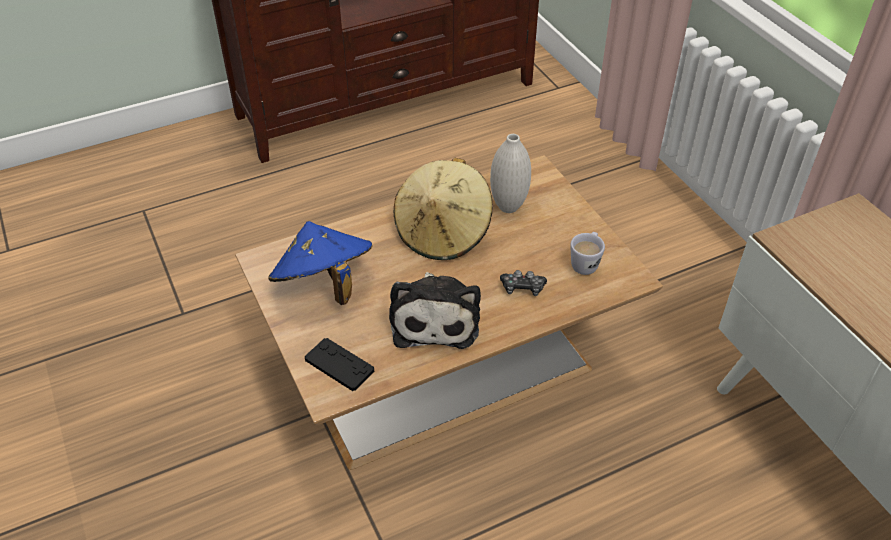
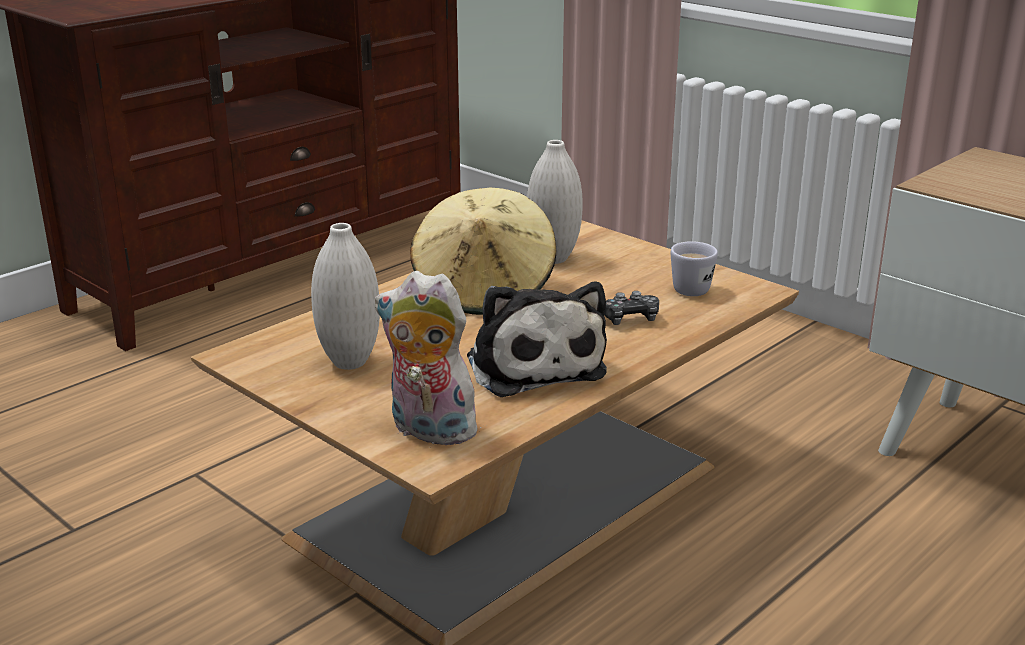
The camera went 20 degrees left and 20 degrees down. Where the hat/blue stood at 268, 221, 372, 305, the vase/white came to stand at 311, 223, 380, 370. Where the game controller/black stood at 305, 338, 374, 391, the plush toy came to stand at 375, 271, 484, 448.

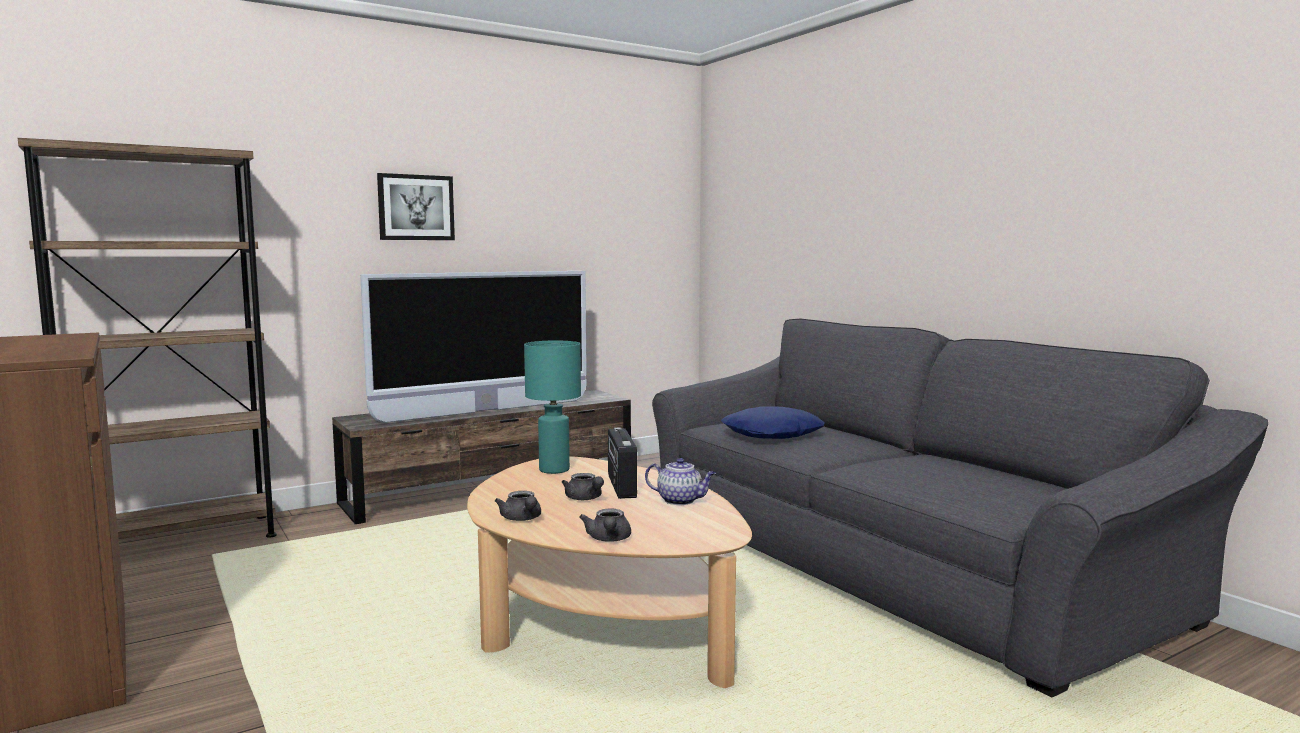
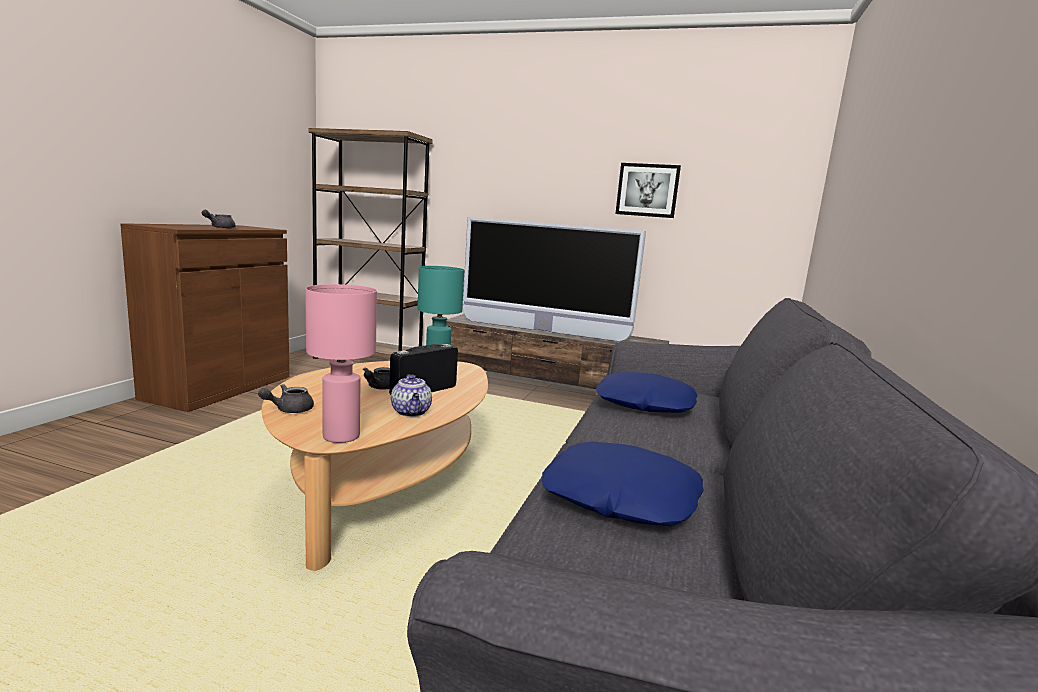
The camera went 50 degrees right and 5 degrees up. The teapot/grey ended up elsewhere, having gone from 495, 491, 541, 521 to 202, 210, 236, 229. The second view gained the table lamp/pink at 305, 284, 377, 443. The second view gained the pillow/blue at 542, 442, 704, 526. The picture ended up elsewhere, having gone from 377, 173, 455, 240 to 615, 163, 681, 218.

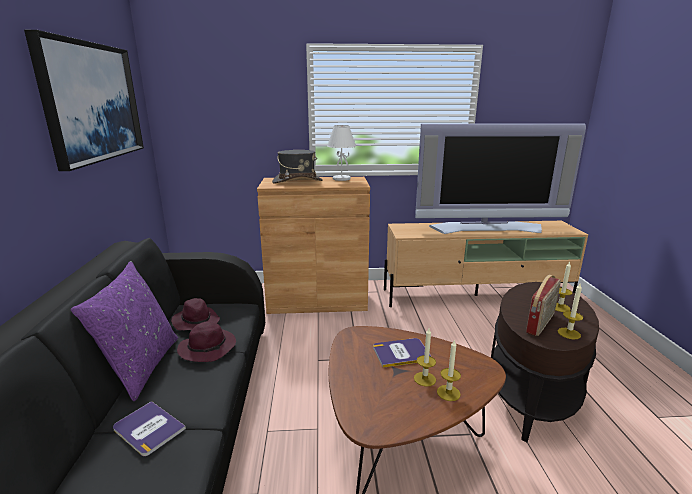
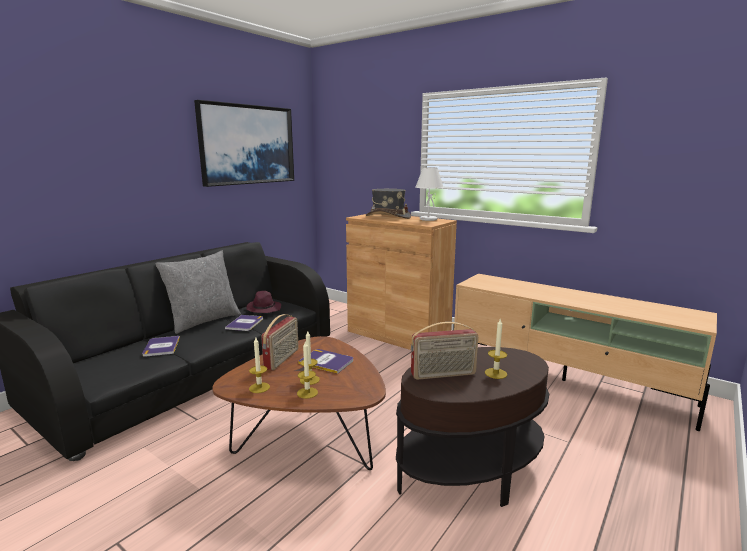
The camera went 40 degrees right and 5 degrees down. What was the pillow/purple at 71, 261, 178, 401 turned into the pillow/grey at 155, 250, 241, 334. Where the hat/purple stood at 177, 321, 236, 362, the book came to stand at 225, 315, 263, 331. The candle ended up elsewhere, having gone from 558, 282, 583, 339 to 249, 338, 270, 393. The second view gained the radio at 261, 314, 299, 370. The second view lost the television at 415, 123, 586, 234.

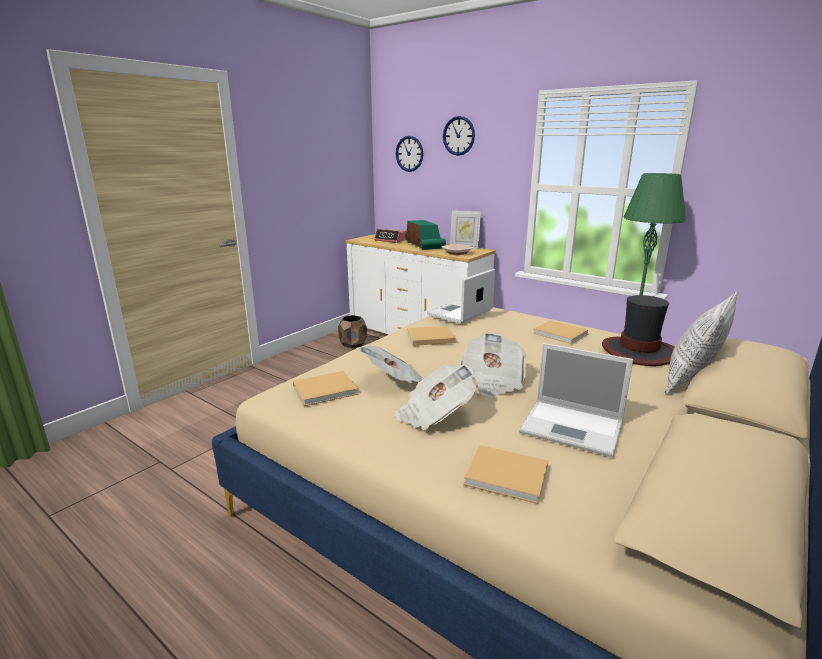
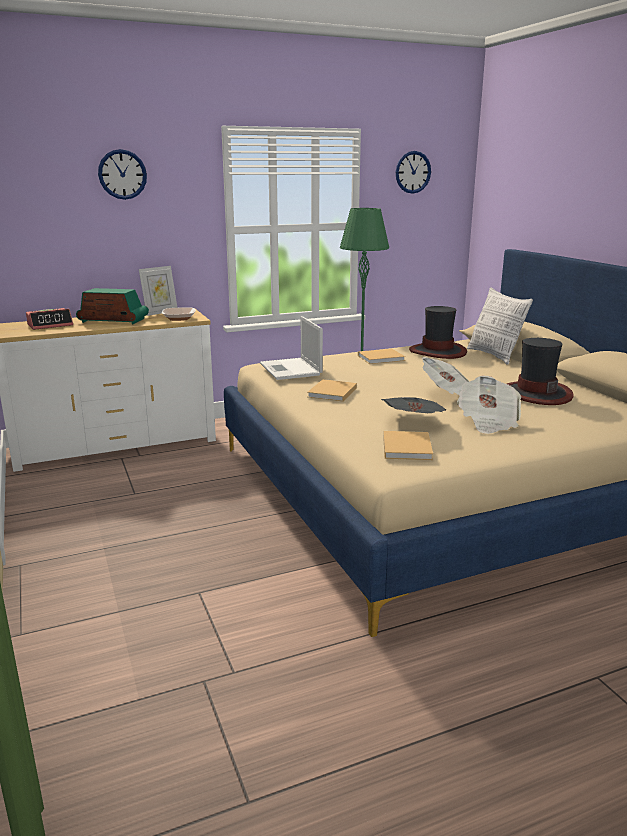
The camera went 60 degrees left and 0 degrees up. The wall clock ended up elsewhere, having gone from 396, 136, 423, 172 to 396, 151, 431, 194. Where the laptop stood at 519, 343, 633, 457, the hat came to stand at 507, 338, 574, 405. The second view lost the planter/brown at 338, 315, 367, 348. The second view lost the book/beige at 464, 445, 548, 504.

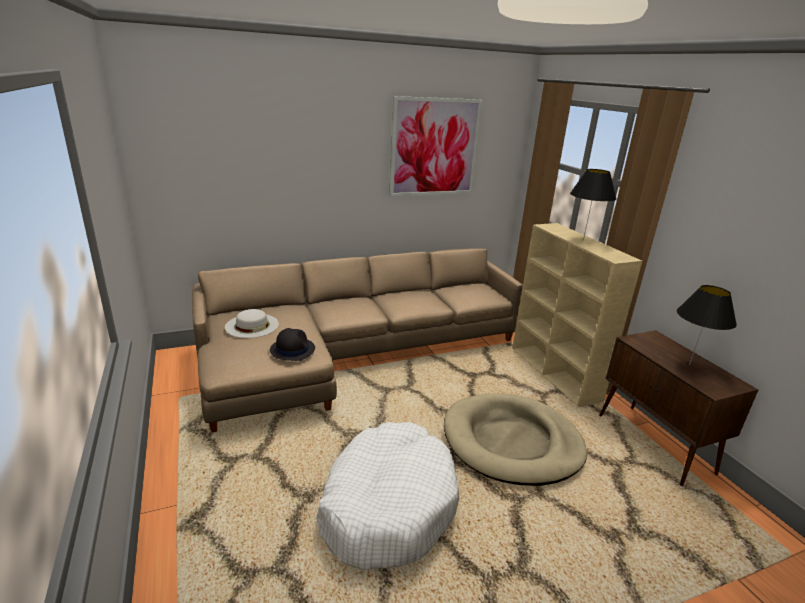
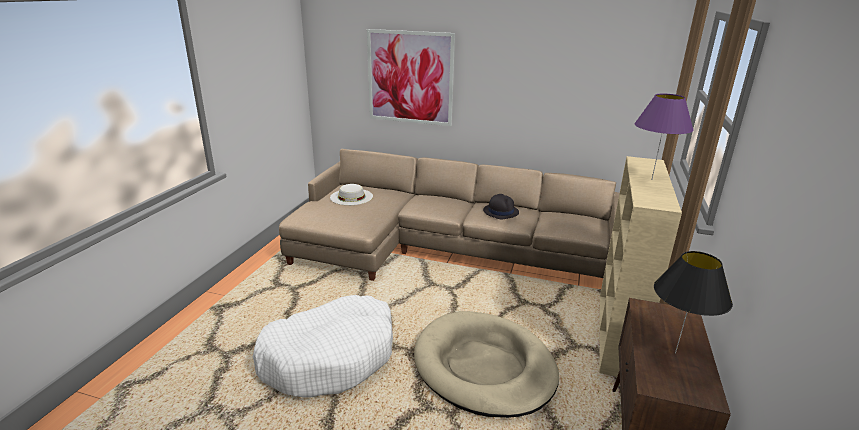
The camera went 40 degrees right and 0 degrees up. The picture ended up elsewhere, having gone from 389, 96, 483, 197 to 367, 29, 455, 126. The hat/black ended up elsewhere, having gone from 270, 328, 315, 361 to 483, 194, 519, 219. What was the table lamp/black at 570, 169, 617, 241 turned into the table lamp/purple at 635, 94, 694, 179.

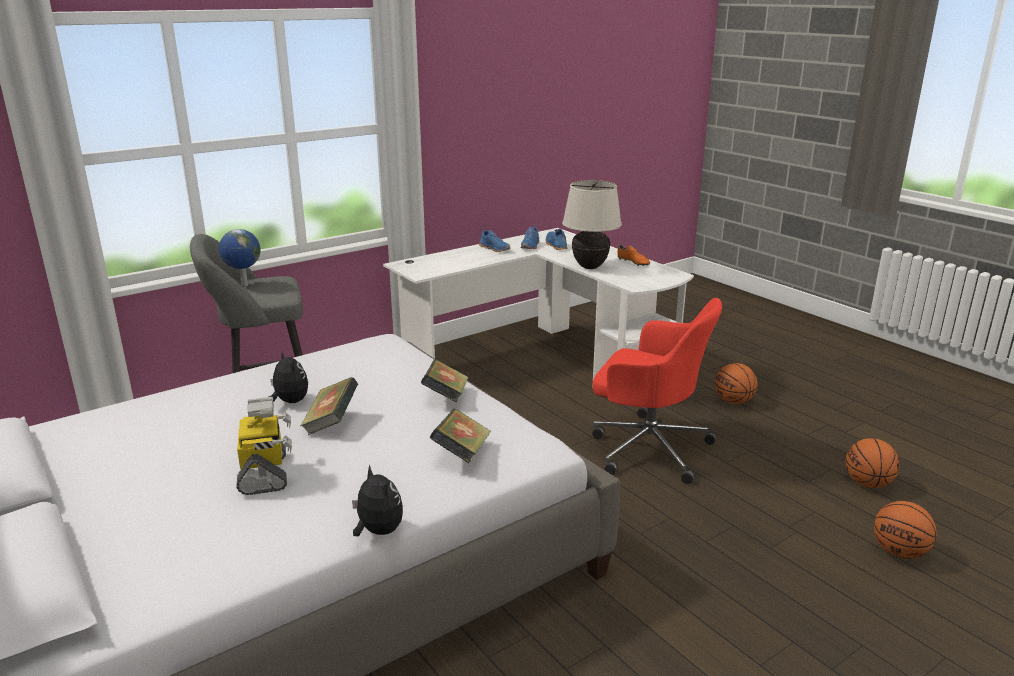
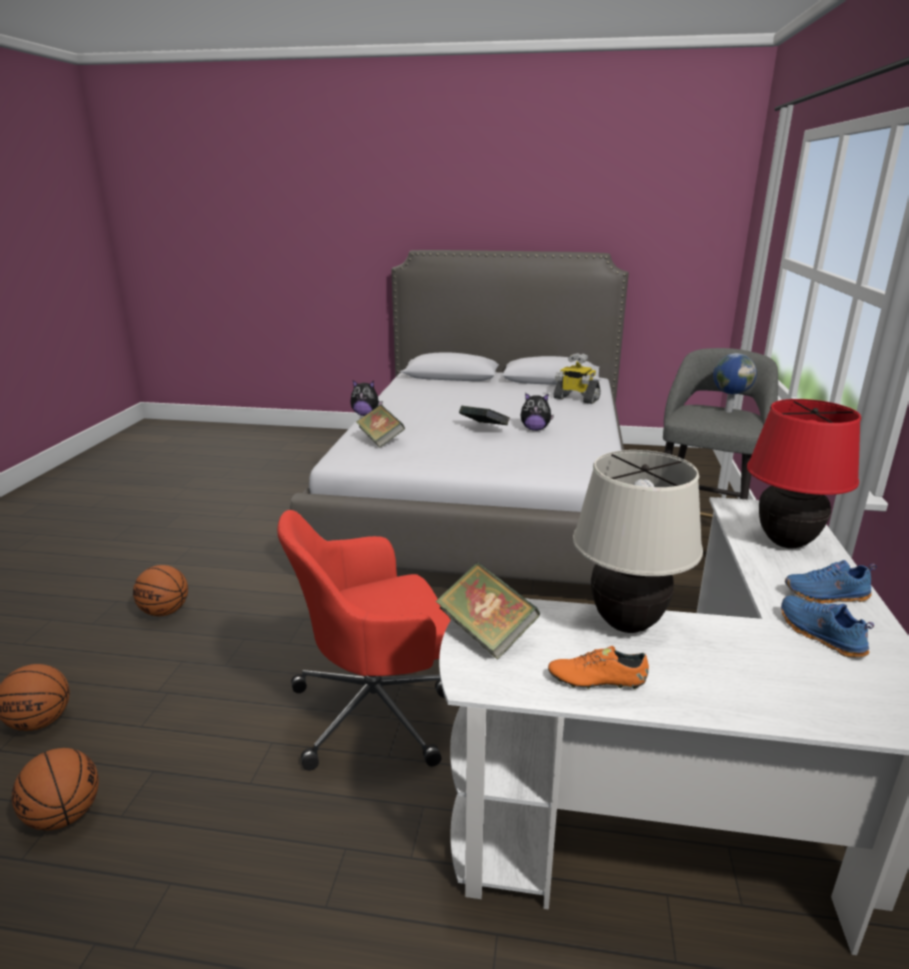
The camera went 135 degrees right and 0 degrees up. The basketball ended up elsewhere, having gone from 715, 363, 758, 404 to 133, 565, 188, 616. The book ended up elsewhere, having gone from 421, 360, 468, 402 to 435, 562, 540, 660. The toy robot ended up elsewhere, having gone from 236, 397, 292, 495 to 553, 353, 601, 404. The second view gained the table lamp/red at 747, 399, 861, 549. The second view lost the shoe/blue at 545, 229, 568, 250.

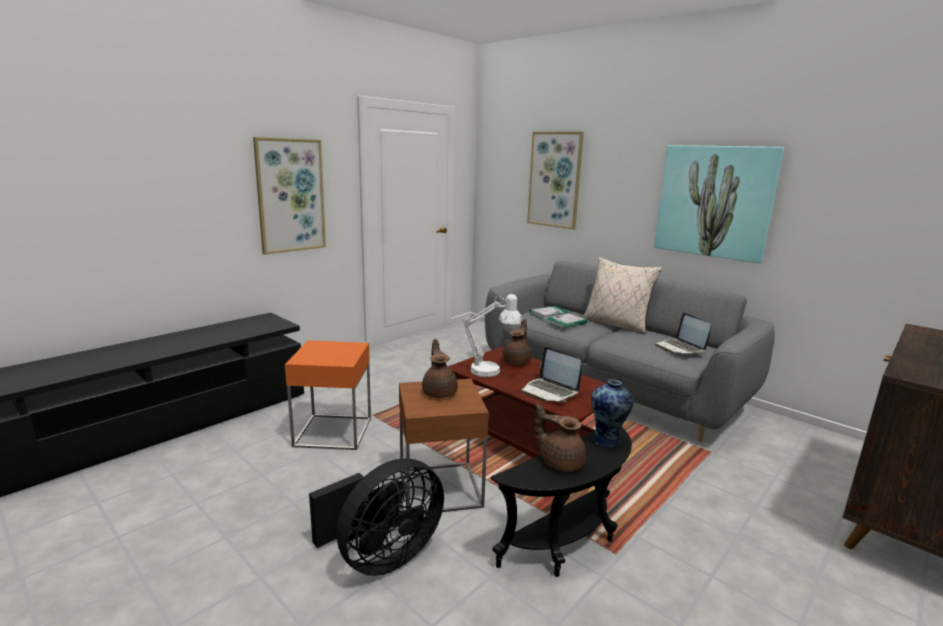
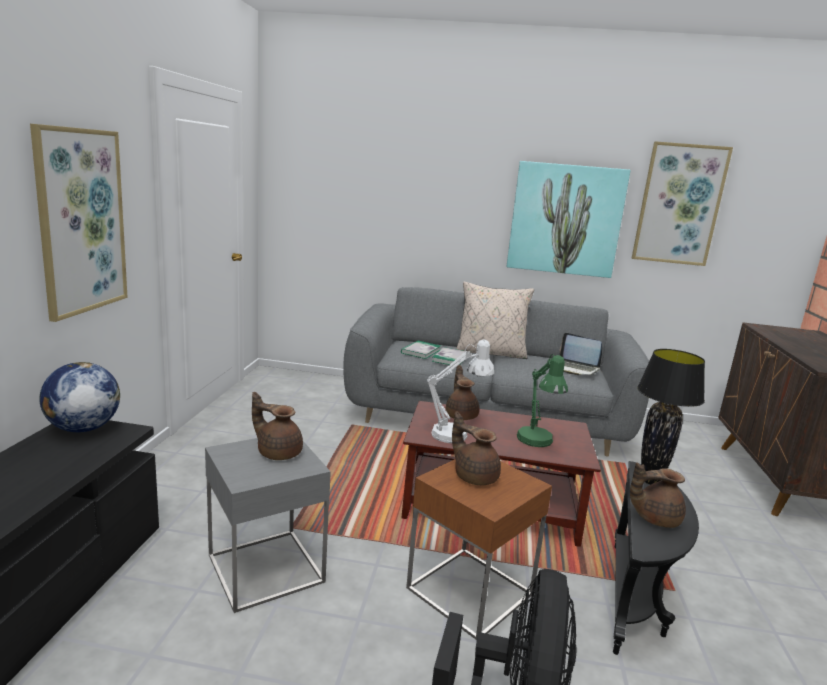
The camera went 35 degrees left and 0 degrees up. The second view gained the globe at 39, 362, 120, 432. What was the side table/orange at 285, 340, 371, 450 turned into the side table/grey at 205, 438, 331, 613. The second view gained the teapot/brown at 252, 392, 303, 460. Where the laptop stood at 521, 347, 582, 402, the table lamp/green came to stand at 517, 354, 568, 447. The picture ended up elsewhere, having gone from 527, 132, 584, 229 to 632, 141, 733, 266. Where the vase stood at 591, 379, 634, 447, the table lamp/black came to stand at 637, 349, 705, 485.

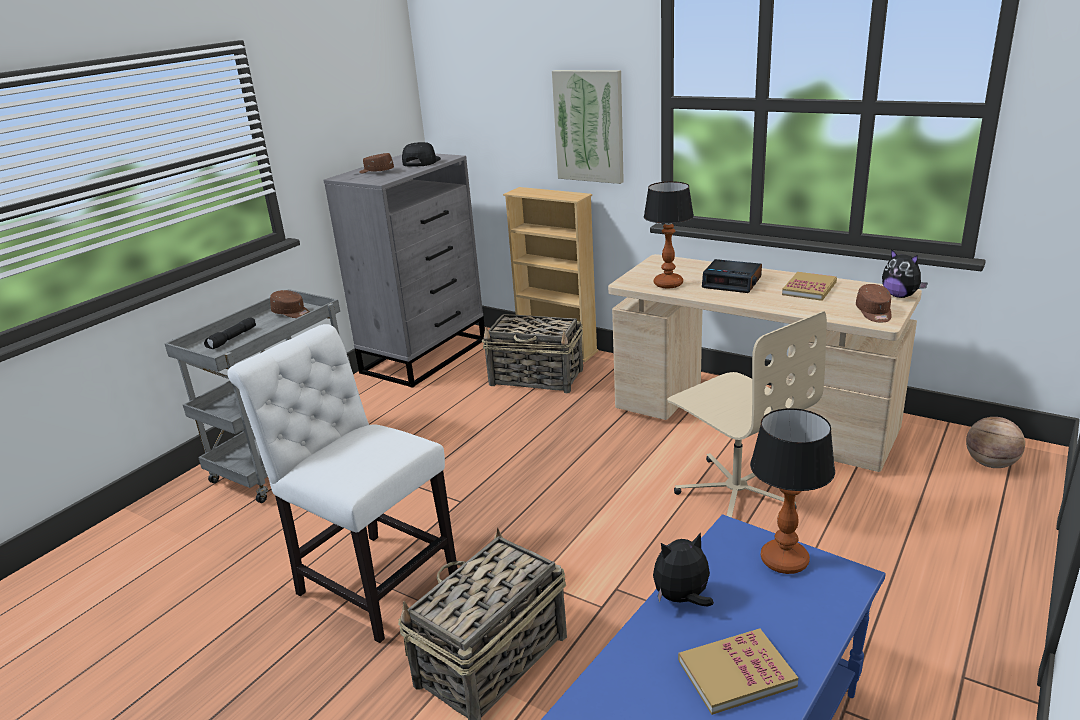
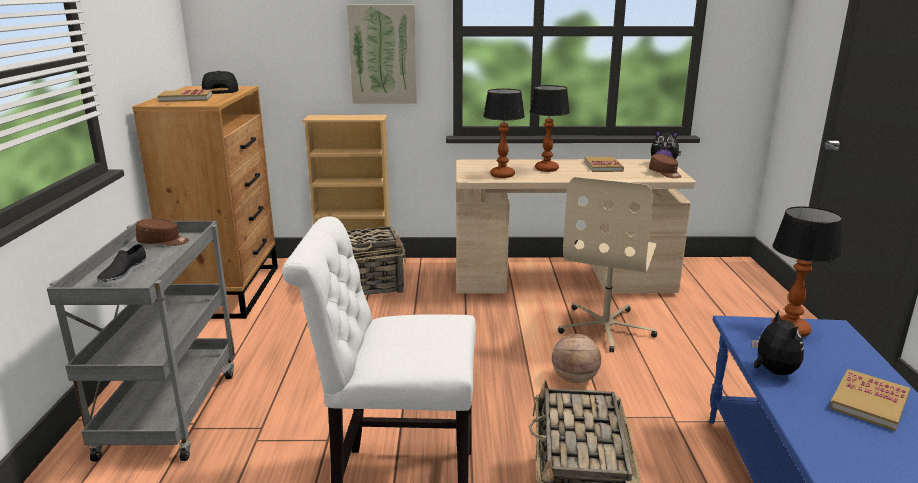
The camera went 35 degrees left and 5 degrees down. Where the flashlight/black stood at 204, 317, 256, 349, the shoe/black came to stand at 97, 244, 148, 286. What was the dresser/grey at 323, 153, 485, 388 turned into the dresser/brown at 132, 86, 278, 319. Where the cap/brown stood at 359, 153, 394, 173, the book came to stand at 158, 89, 212, 102. Where the alarm clock stood at 702, 259, 762, 293, the table lamp came to stand at 529, 85, 570, 172. The basketball ended up elsewhere, having gone from 966, 417, 1025, 468 to 552, 334, 601, 383. The office chair/beige at 667, 311, 827, 518 ended up facing another way, 90 degrees clockwise from before. The plush toy at 653, 532, 714, 607 ended up facing another way, 135 degrees clockwise from before.

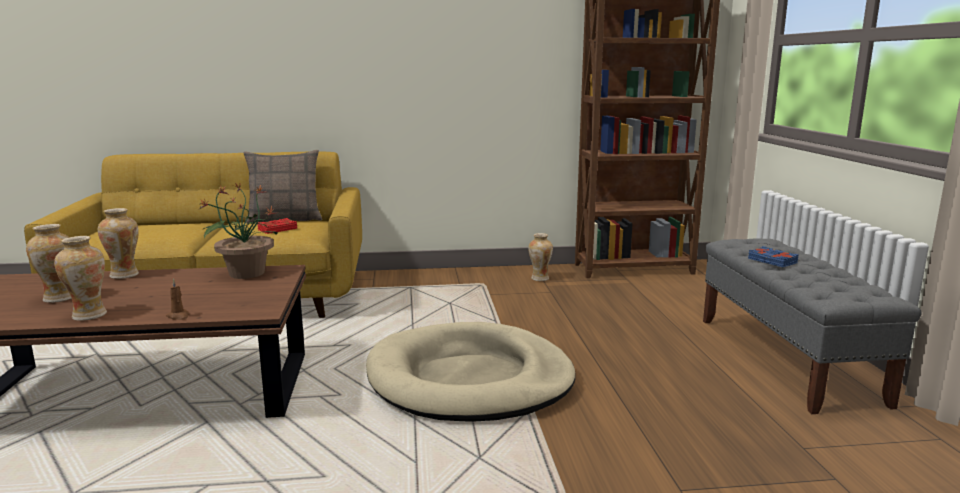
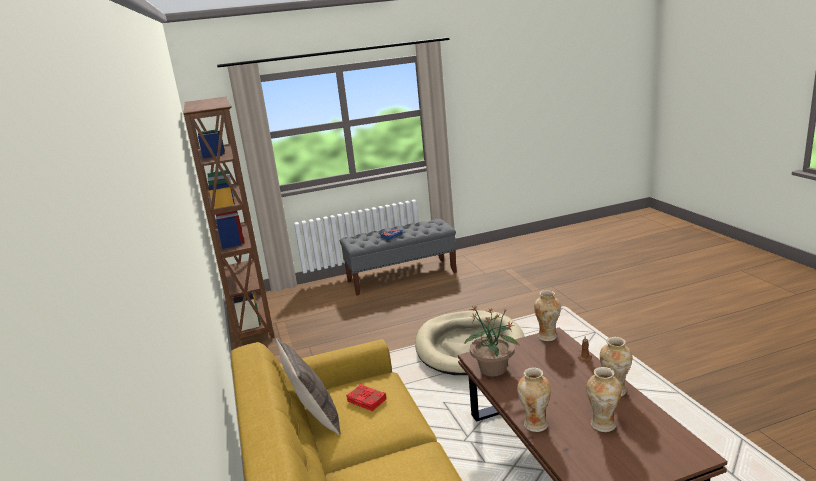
The camera went 100 degrees left and 5 degrees up. The vase ended up elsewhere, having gone from 528, 233, 553, 281 to 534, 290, 561, 341.

